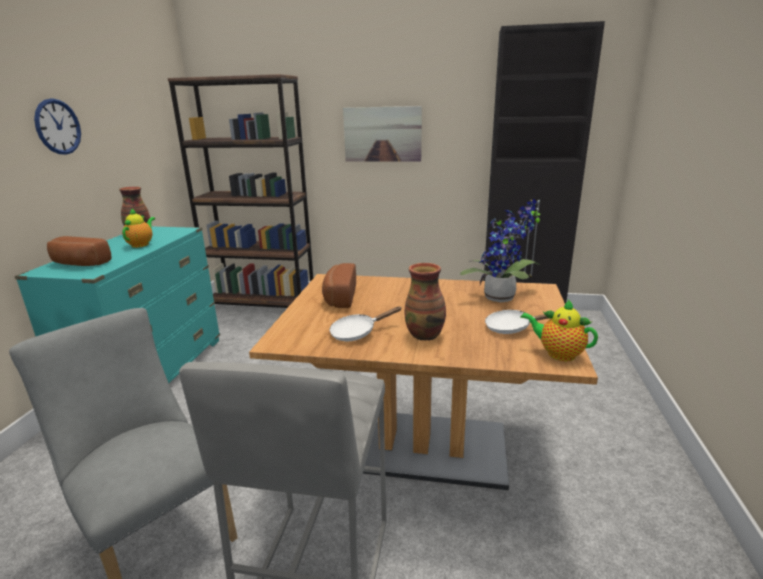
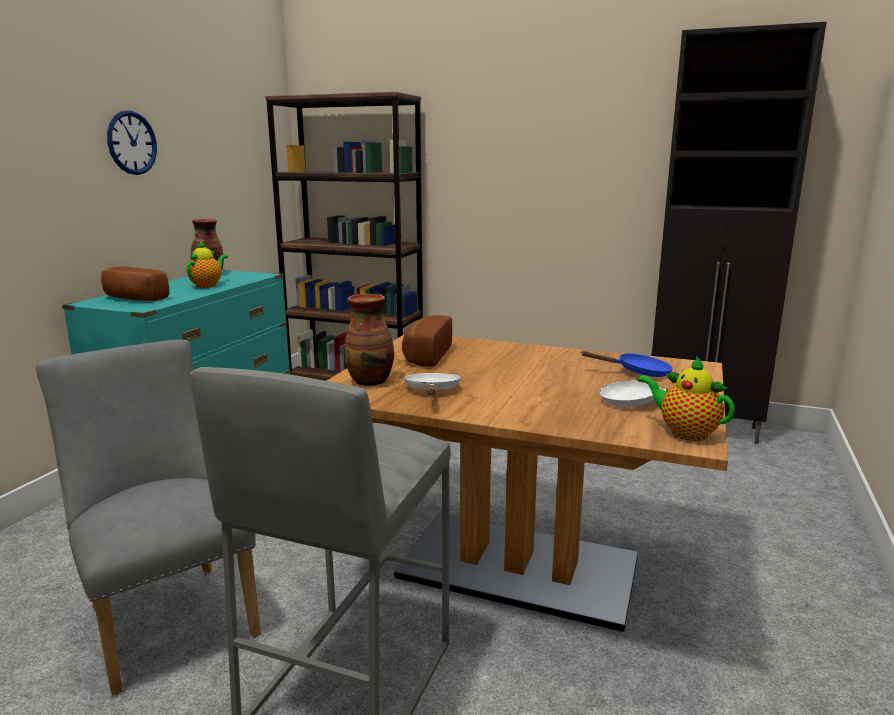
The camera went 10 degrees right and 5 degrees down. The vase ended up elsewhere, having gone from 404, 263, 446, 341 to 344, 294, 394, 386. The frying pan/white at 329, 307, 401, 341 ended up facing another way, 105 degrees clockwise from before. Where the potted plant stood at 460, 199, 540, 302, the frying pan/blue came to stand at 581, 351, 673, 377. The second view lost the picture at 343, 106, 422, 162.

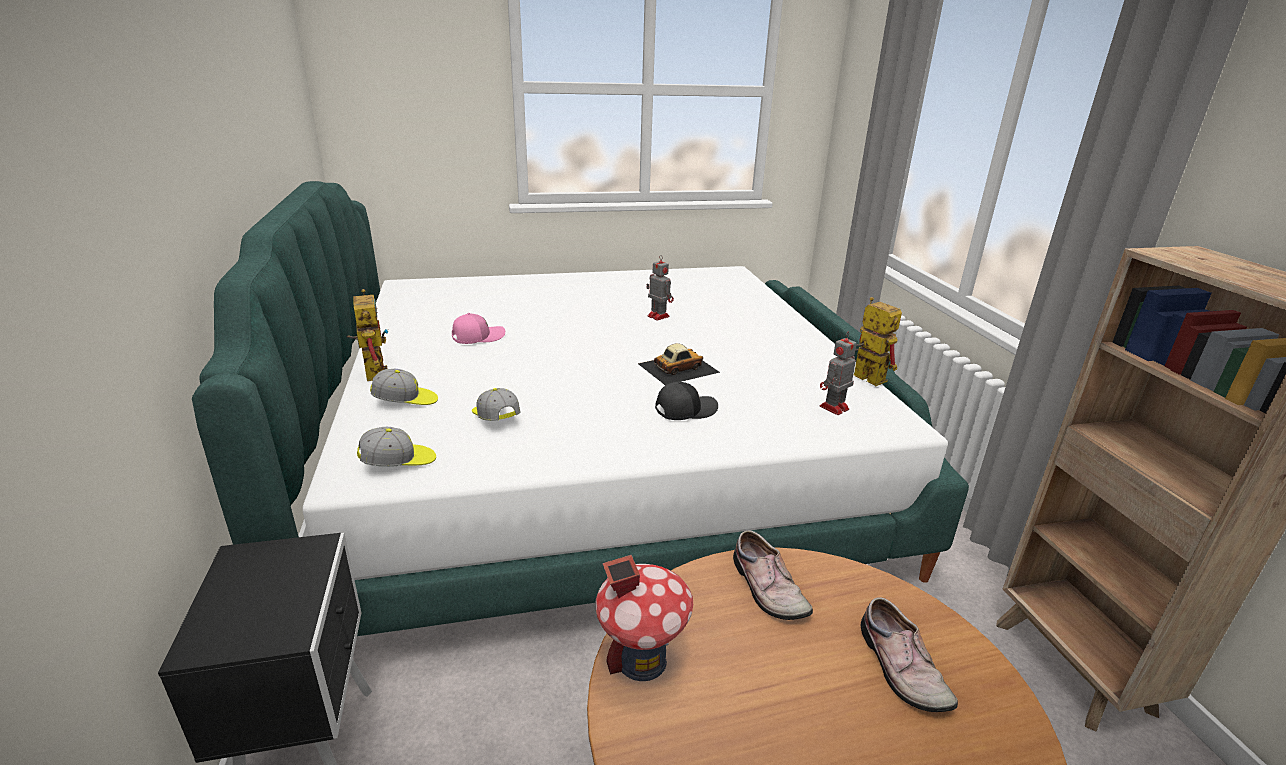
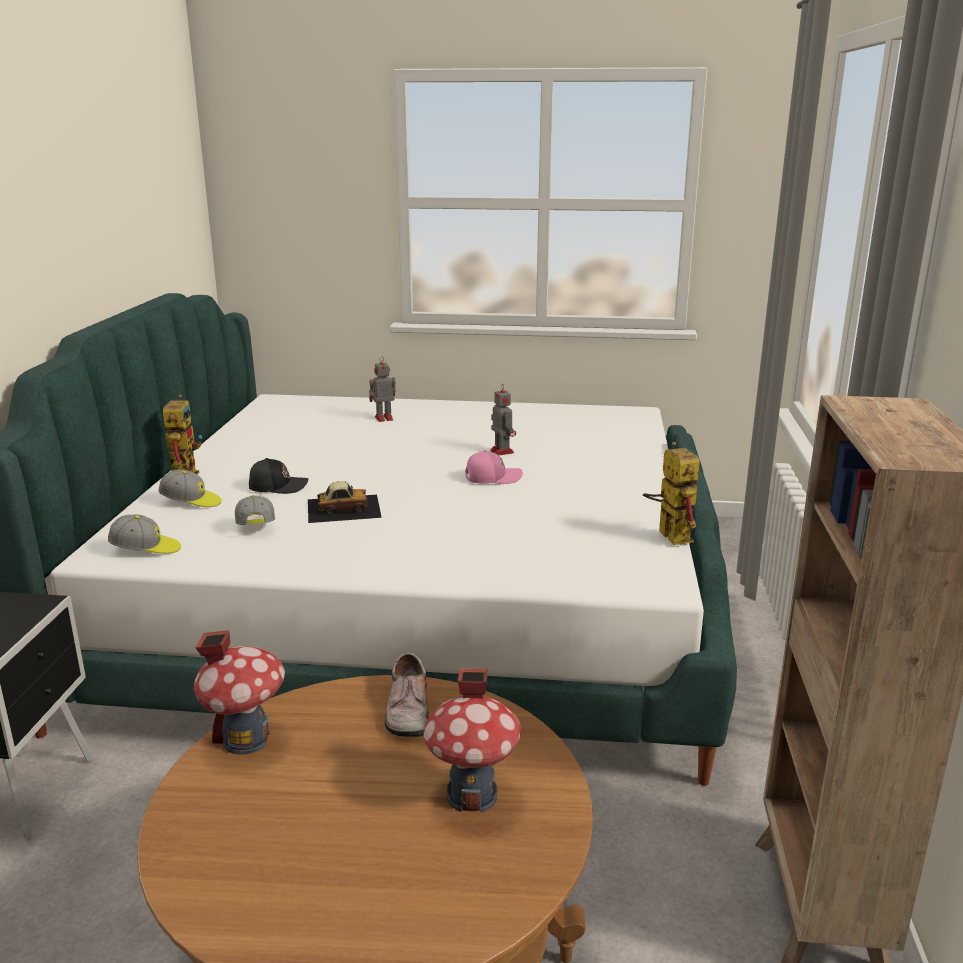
The camera went 20 degrees right and 5 degrees down. The cap/black ended up elsewhere, having gone from 655, 382, 718, 420 to 249, 458, 308, 494. The toy car ended up elsewhere, having gone from 638, 343, 720, 385 to 308, 481, 382, 523. The toy robot ended up elsewhere, having gone from 820, 332, 857, 415 to 369, 356, 396, 422. Where the shoe stood at 861, 597, 958, 712, the toy house came to stand at 423, 668, 521, 812. The cap/pink ended up elsewhere, having gone from 452, 313, 505, 344 to 465, 450, 523, 484.

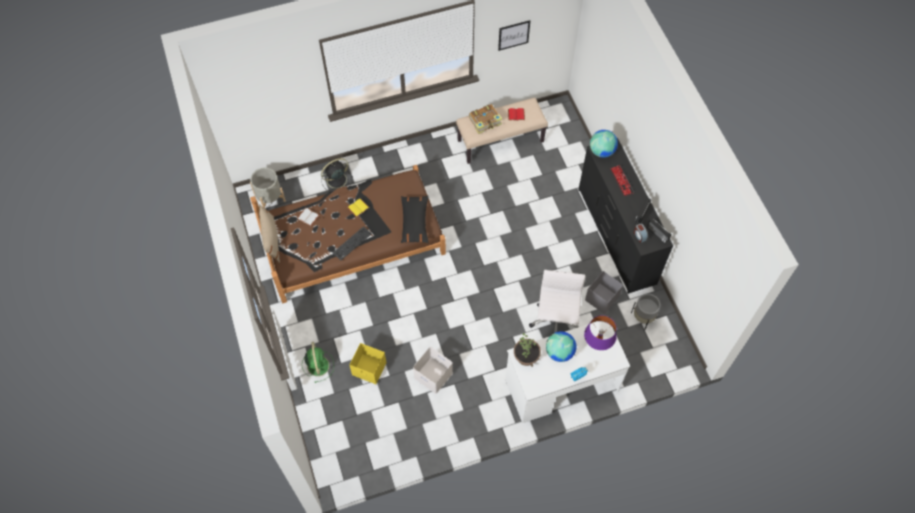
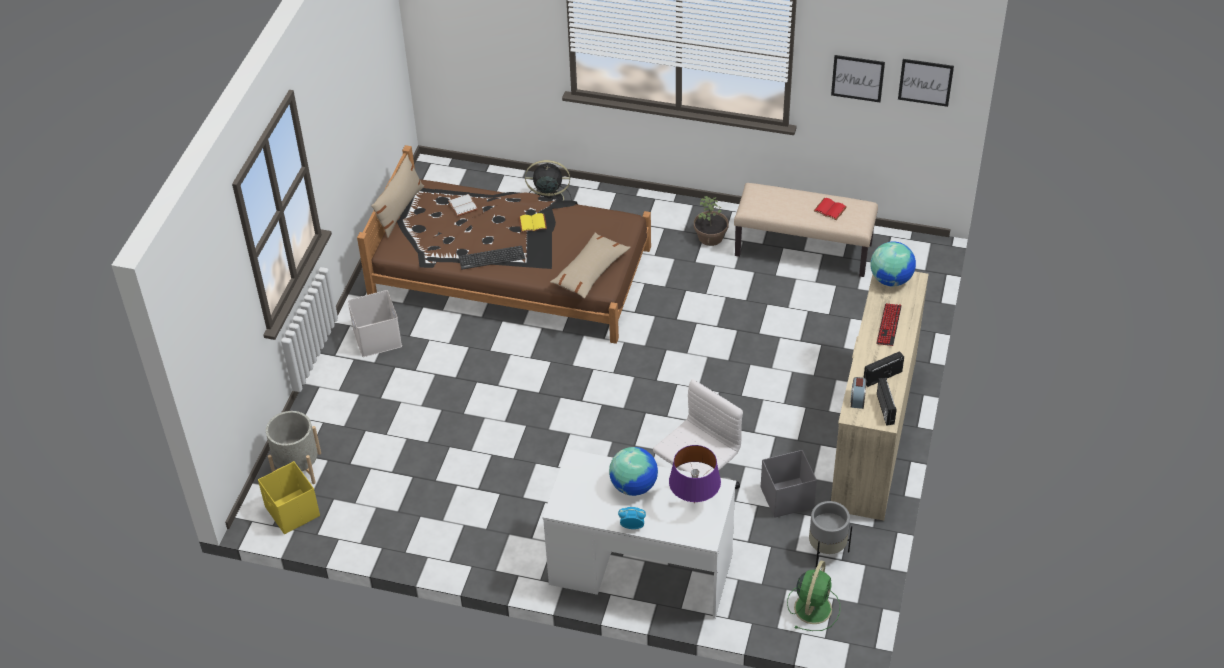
The camera went 35 degrees right and 15 degrees down. The storage box/yellow ended up elsewhere, having gone from 350, 343, 386, 384 to 258, 461, 320, 534. The planter/grey ended up elsewhere, having gone from 250, 168, 286, 208 to 266, 411, 321, 484. The storage box/white ended up elsewhere, having gone from 413, 347, 453, 394 to 348, 290, 402, 357. What was the pillow/black at 401, 196, 429, 243 turned into the pillow/beige at 550, 232, 631, 299. The potted plant ended up elsewhere, having gone from 514, 333, 541, 367 to 694, 196, 728, 246. The fan/green ended up elsewhere, having gone from 302, 342, 334, 383 to 787, 560, 840, 631. What was the dresser/black at 578, 138, 673, 294 turned into the dresser/beige at 831, 271, 929, 521. The second view gained the picture at 898, 59, 954, 107. The second view lost the book at 469, 104, 502, 134.

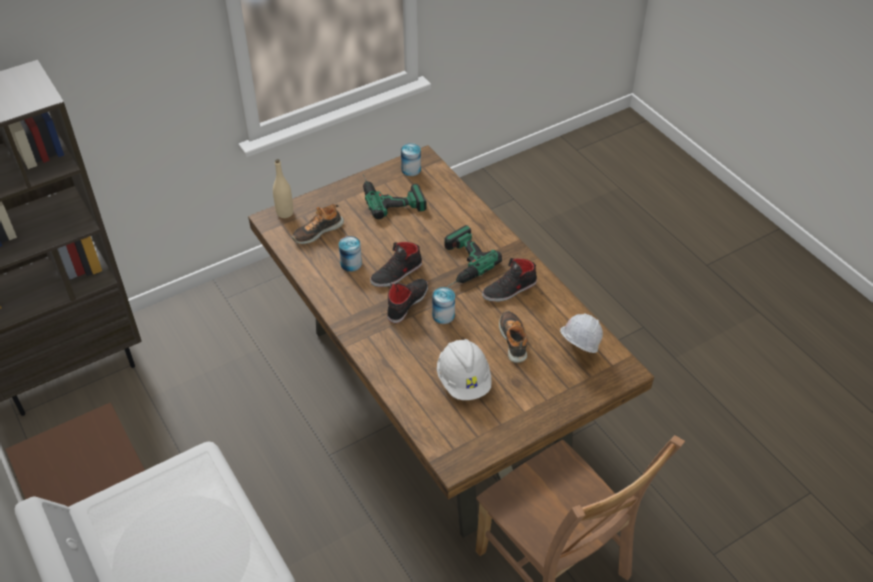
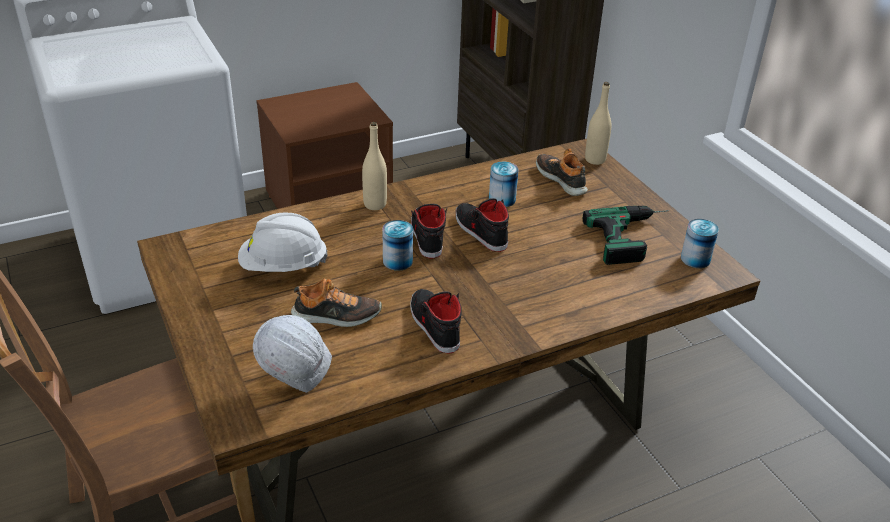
The camera went 95 degrees right and 10 degrees down. The second view gained the bottle/beige at 362, 122, 387, 210. The shoe/black at 387, 279, 428, 323 ended up facing another way, 135 degrees counterclockwise from before. The second view lost the power drill at 444, 225, 502, 287.

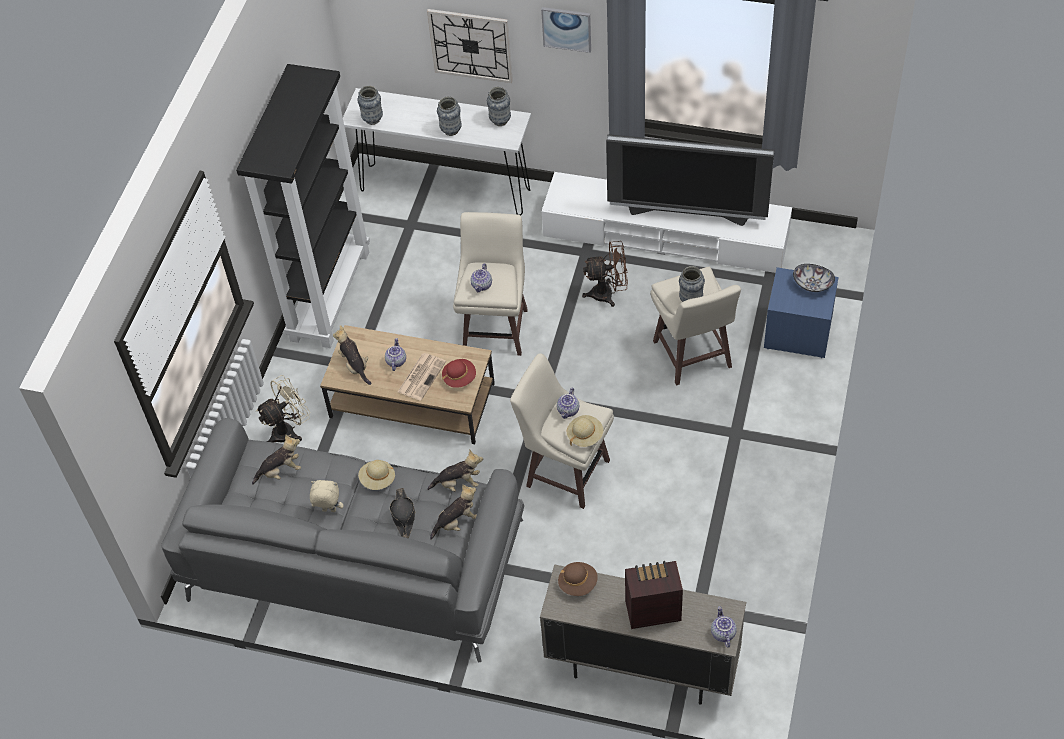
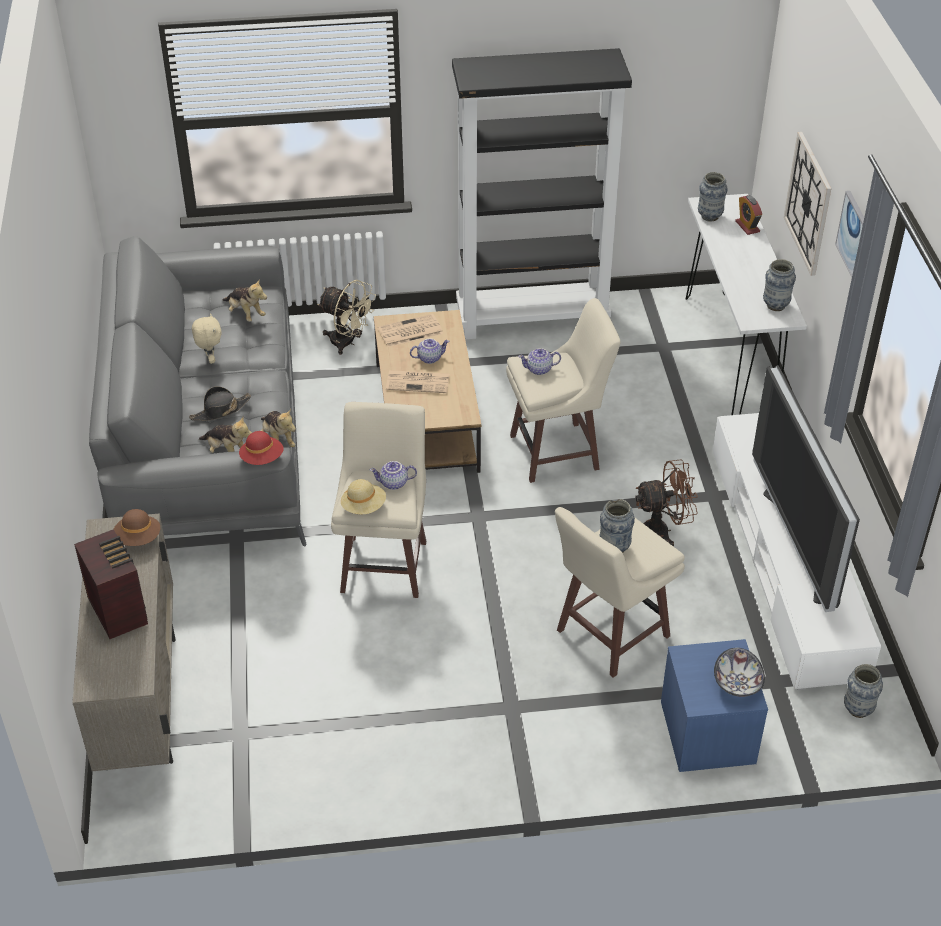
The camera went 65 degrees right and 10 degrees down. The hat/red ended up elsewhere, having gone from 442, 359, 476, 388 to 239, 431, 284, 465. Where the plush toy stood at 333, 325, 371, 385, the newspaper came to stand at 378, 314, 443, 347. The fan/brown at 582, 241, 628, 307 ended up facing another way, 75 degrees counterclockwise from before. The second view gained the alarm clock at 735, 195, 762, 235. The vase ended up elsewhere, having gone from 437, 97, 462, 136 to 844, 664, 883, 718. The second view lost the hat/beige at 358, 460, 395, 490. The second view lost the teapot at 711, 606, 737, 648.

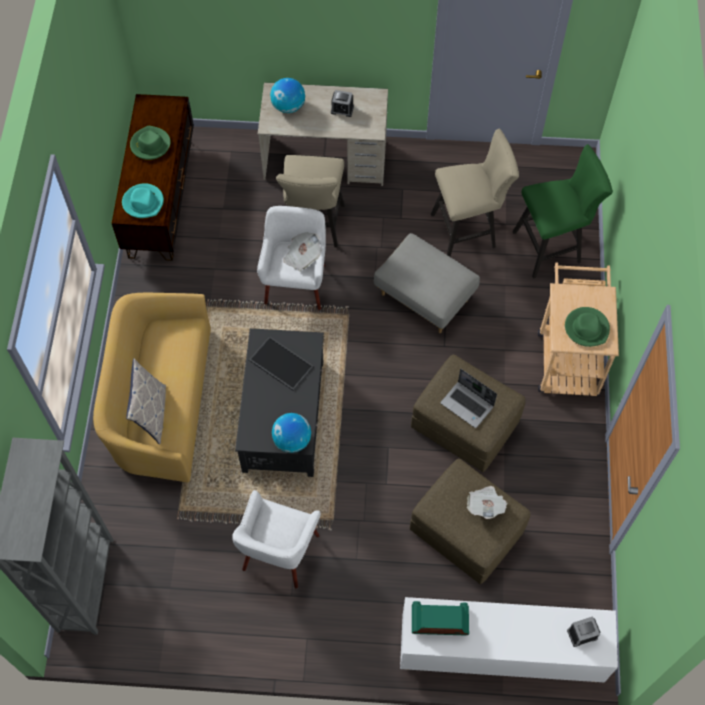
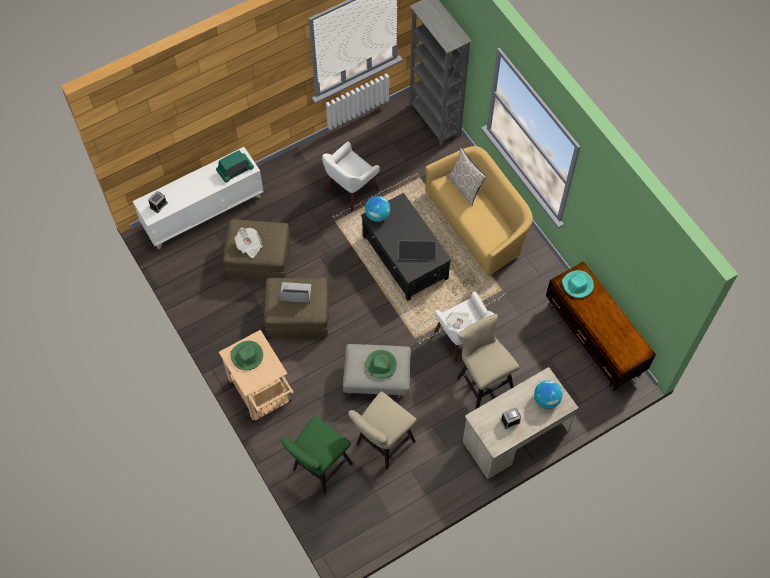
The camera went 145 degrees right and 0 degrees up. The armchair/white at 232, 490, 321, 588 ended up facing another way, 120 degrees counterclockwise from before. The hat/green ended up elsewhere, having gone from 130, 126, 171, 160 to 365, 350, 397, 378.

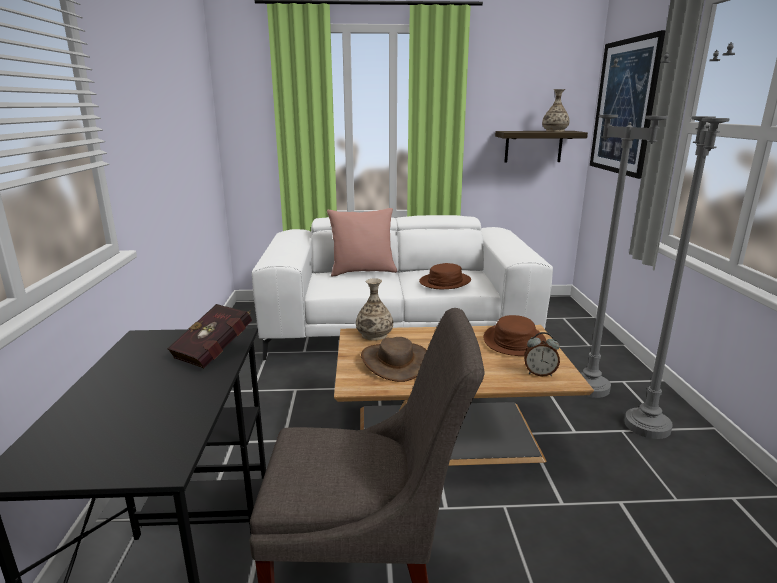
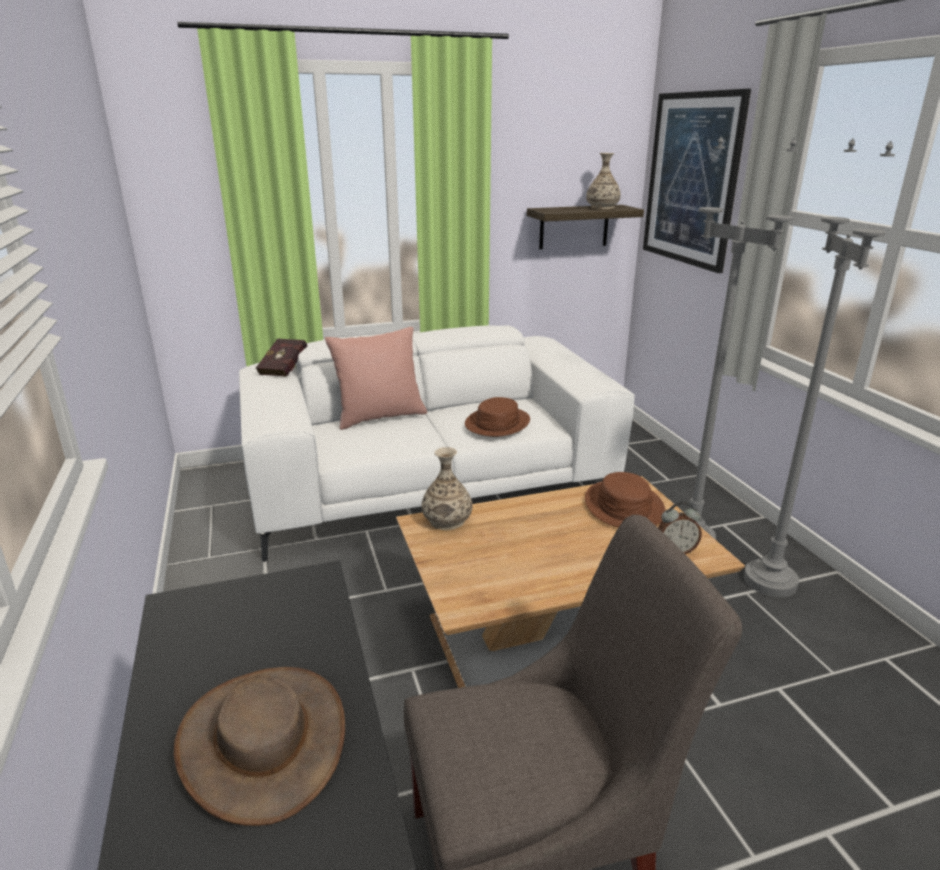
The camera went 15 degrees left and 5 degrees up. The hat/brown ended up elsewhere, having gone from 361, 337, 427, 382 to 174, 667, 345, 826. The book/red ended up elsewhere, having gone from 167, 304, 252, 368 to 256, 338, 307, 376.

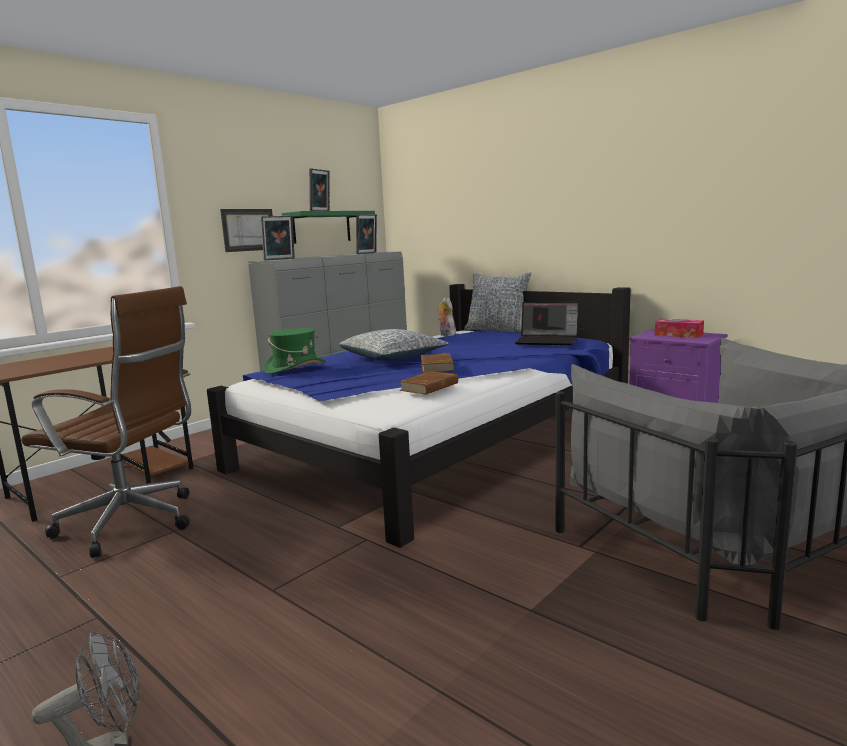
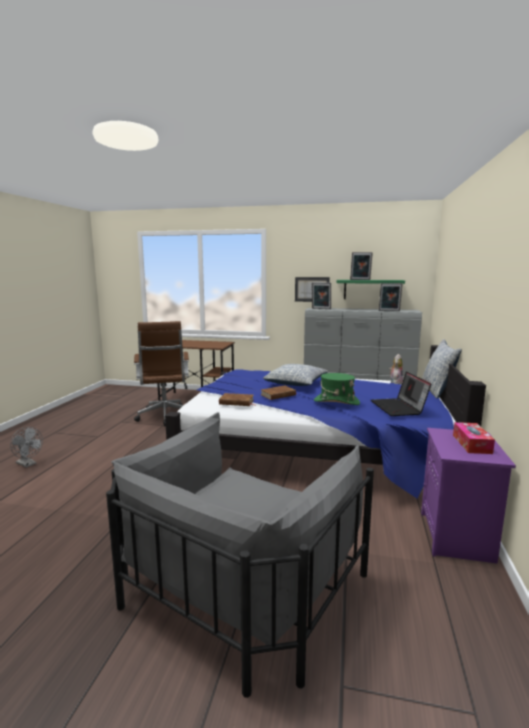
The camera went 60 degrees right and 0 degrees up. The hat/green ended up elsewhere, having gone from 264, 328, 326, 374 to 314, 373, 360, 405.

